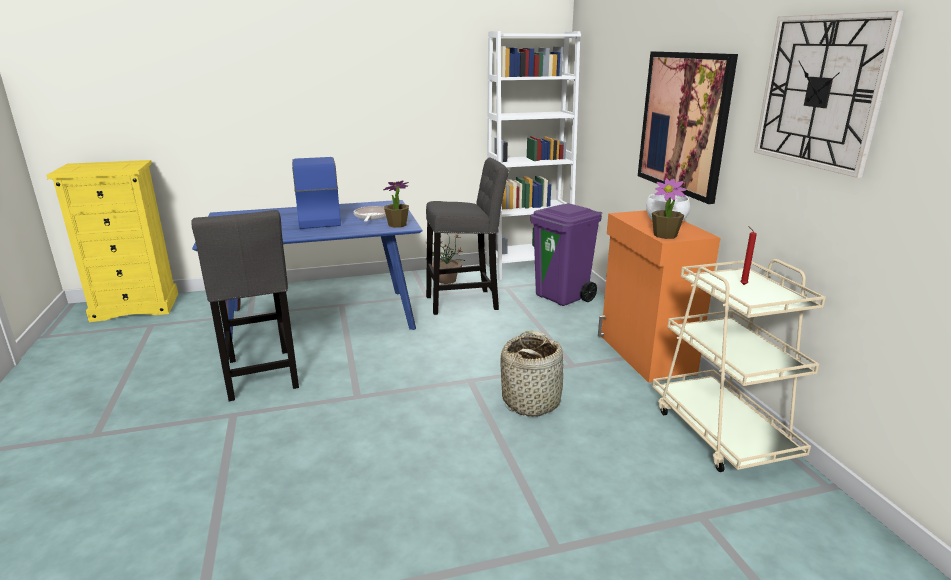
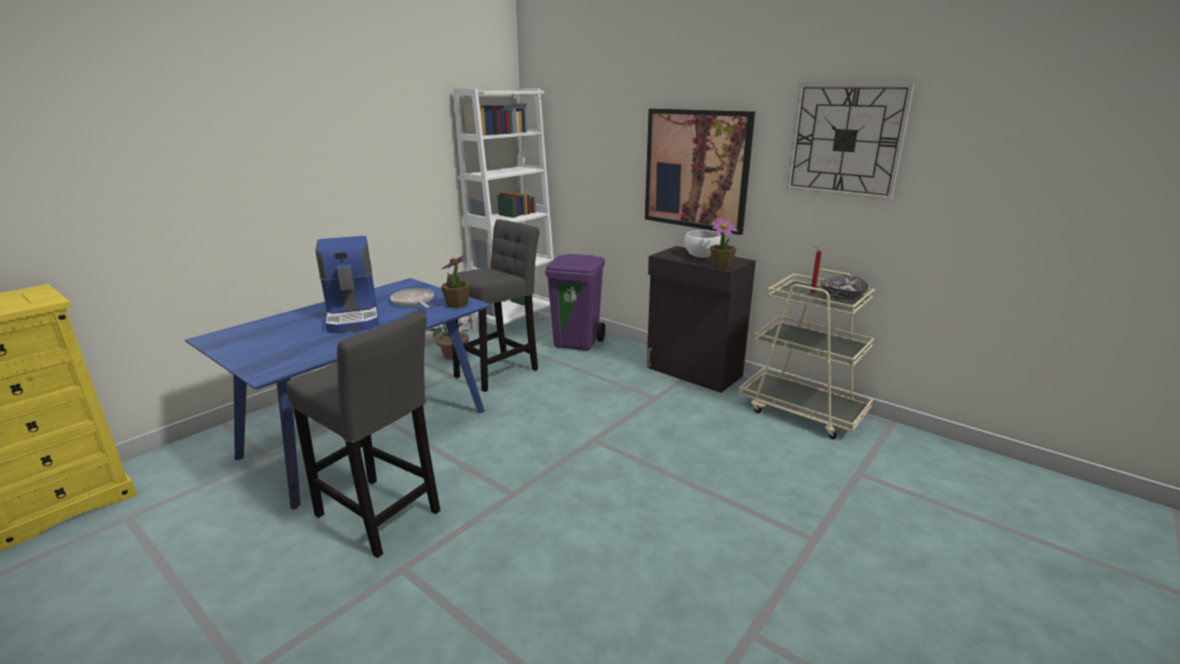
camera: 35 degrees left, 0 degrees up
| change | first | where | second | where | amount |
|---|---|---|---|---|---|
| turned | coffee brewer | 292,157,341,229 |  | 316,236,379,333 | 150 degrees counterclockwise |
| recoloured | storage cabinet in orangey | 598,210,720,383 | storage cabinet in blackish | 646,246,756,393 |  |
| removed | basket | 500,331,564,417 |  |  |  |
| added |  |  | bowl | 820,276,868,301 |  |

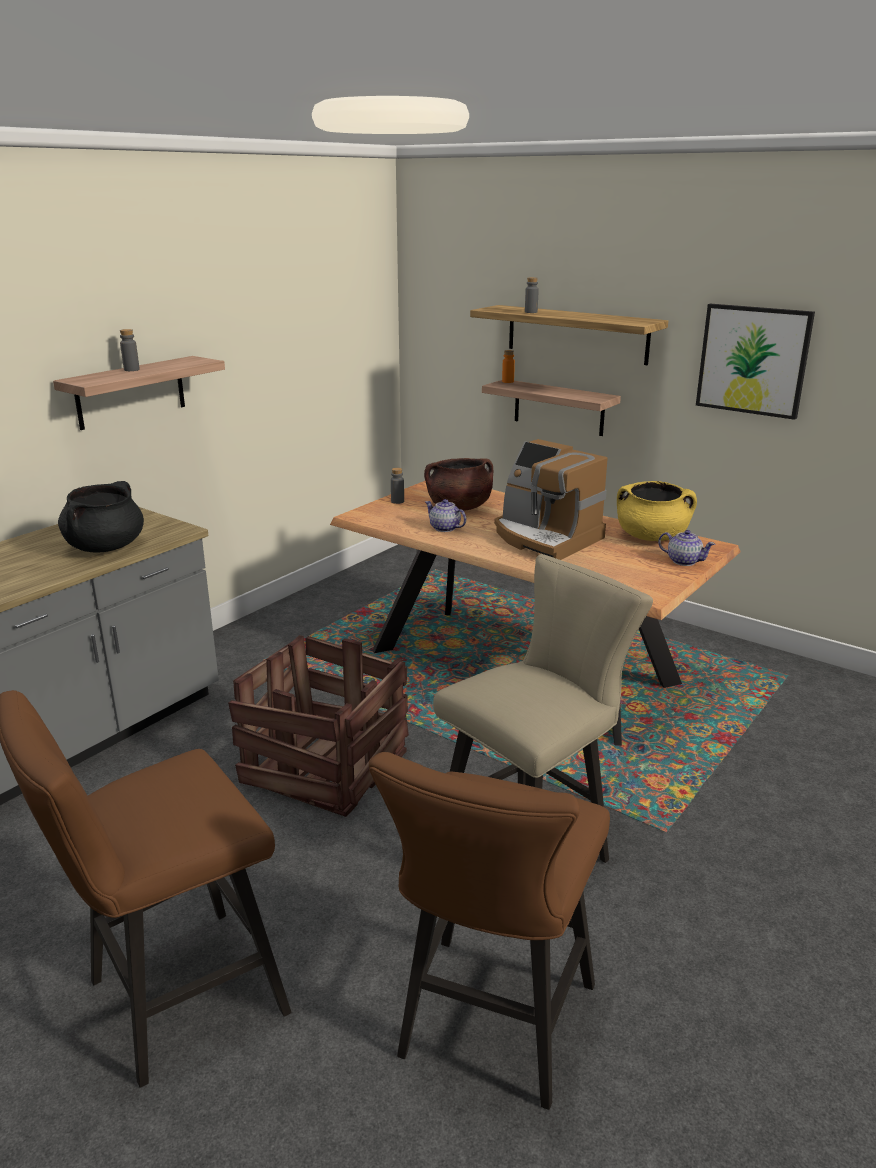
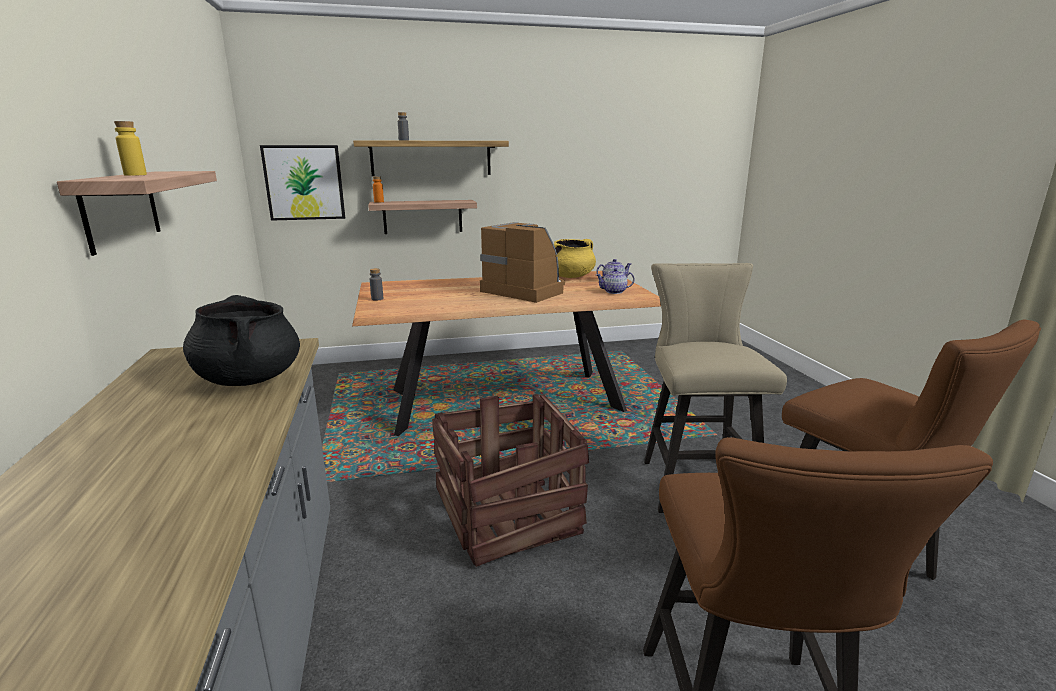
camera: 50 degrees left, 5 degrees down
| change | first | where | second | where | amount |
|---|---|---|---|---|---|
| moved | wall picture | 696,303,815,420 |  | 260,145,345,221 |  |
| recoloured | drink bottle in gray | 120,329,140,371 | drink bottle in yellowish | 114,121,147,176 |  |
| turned | coffee brewer | 494,439,608,560 |  | 480,222,565,303 | 135 degrees counterclockwise |
| removed | saucepot in brown-coloured | 424,458,493,511 |  |  |  |
| moved | tea pot | 425,499,466,532 |  | 596,268,635,294 |  |

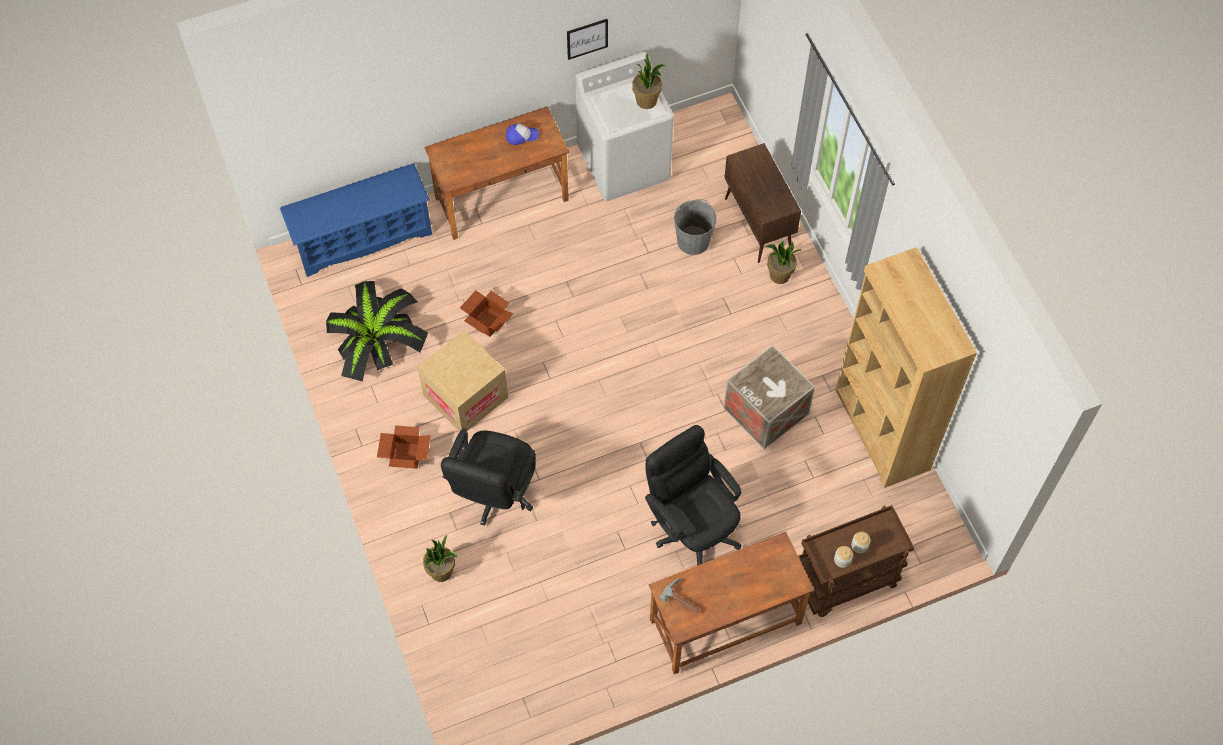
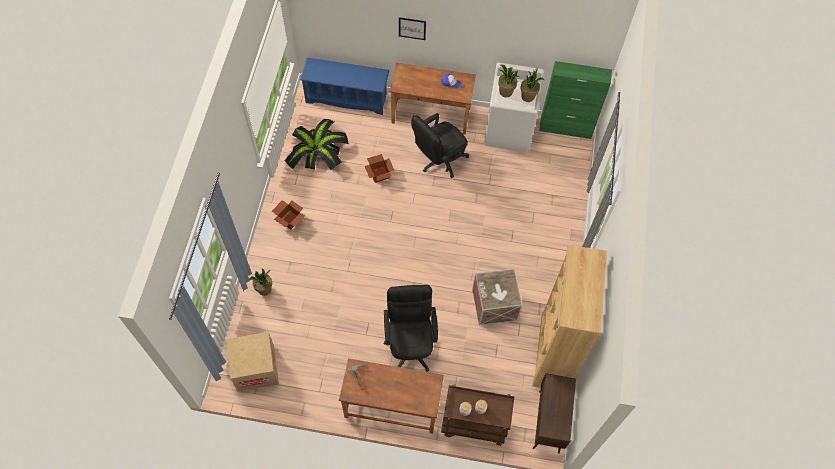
camera: 30 degrees right, 0 degrees up
| change | first | where | second | where | amount |
|---|---|---|---|---|---|
| moved | wall picture | 567,19,608,60 |  | 399,17,426,40 |  |
| moved | storage cabinet in brown-coloured | 724,143,801,263 |  | 533,373,576,454 |  |
| removed | pail in gray | 674,199,717,255 |  |  |  |
| moved | potted plant | 765,241,802,284 |  | 498,65,519,97 |  |
| moved | packing box | 417,330,508,432 |  | 227,332,279,391 |  |
| moved | computer chair in blackish | 441,428,536,526 |  | 411,113,469,178 |  |
| added |  |  | storage cabinet in green | 539,61,612,139 |  |

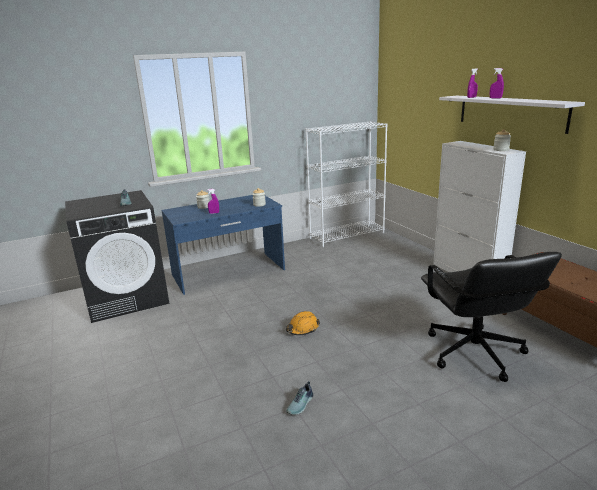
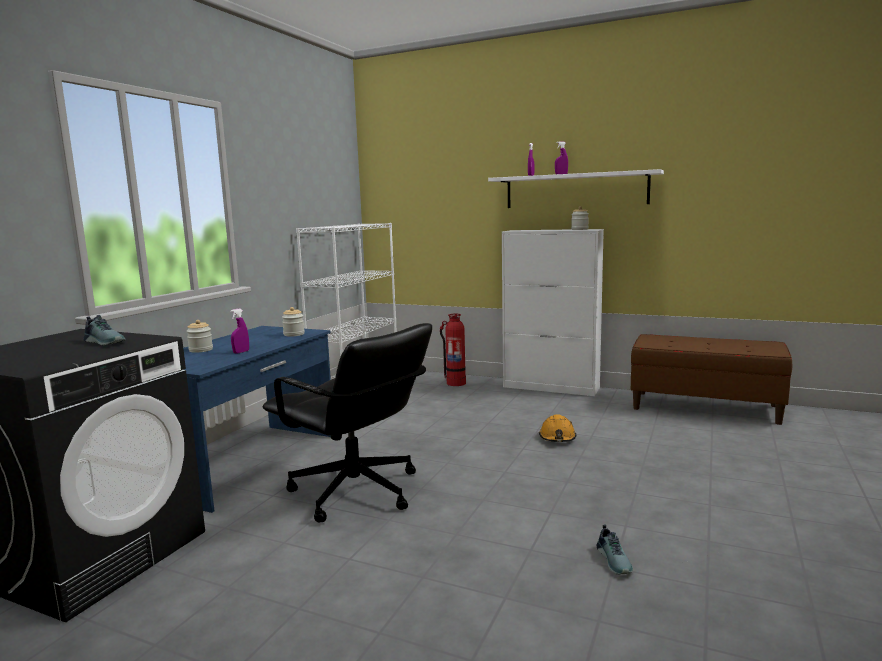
camera: 40 degrees left, 10 degrees down
| change | first | where | second | where | amount |
|---|---|---|---|---|---|
| moved | computer chair in blackish | 421,252,562,382 |  | 263,323,432,523 |  |
| moved | hard hat in orangey | 286,311,320,335 |  | 539,414,576,442 |  |
| added |  |  | extinguisher | 440,313,466,386 |  |

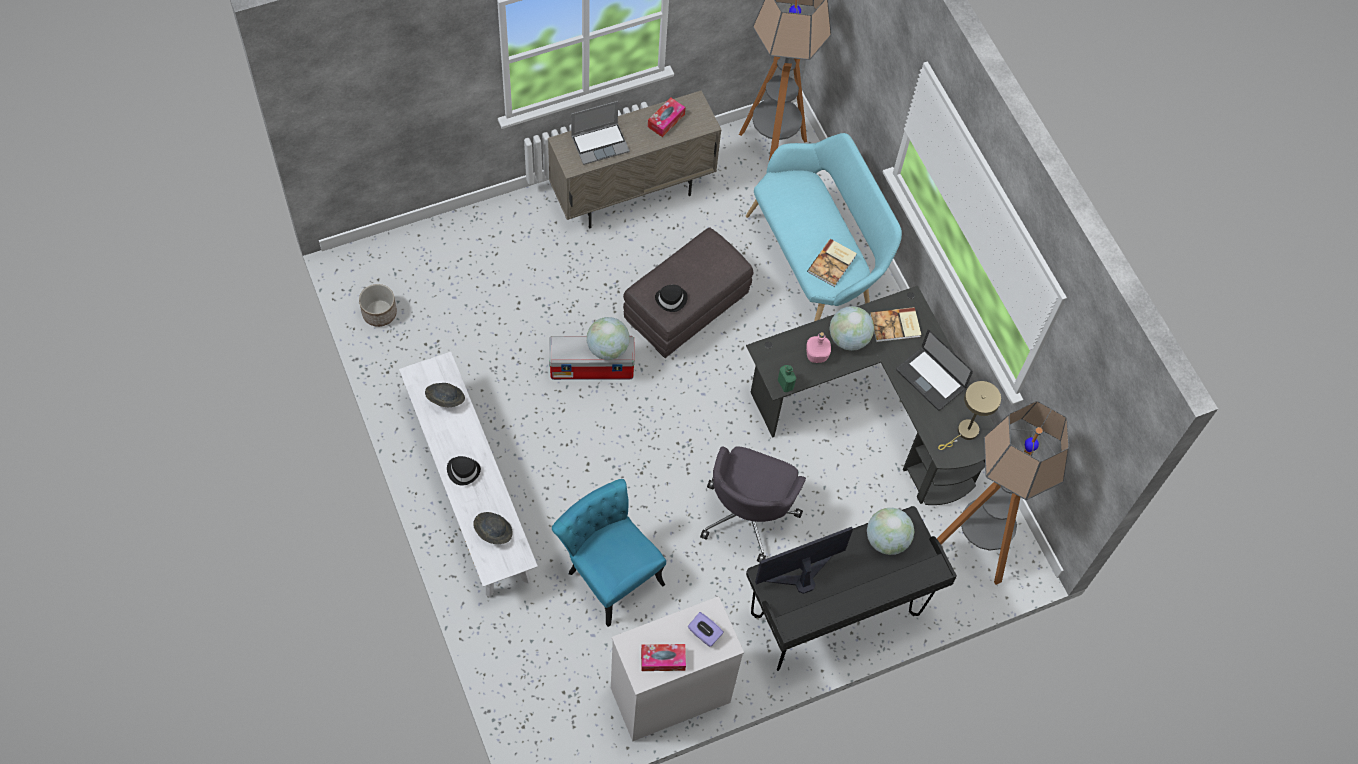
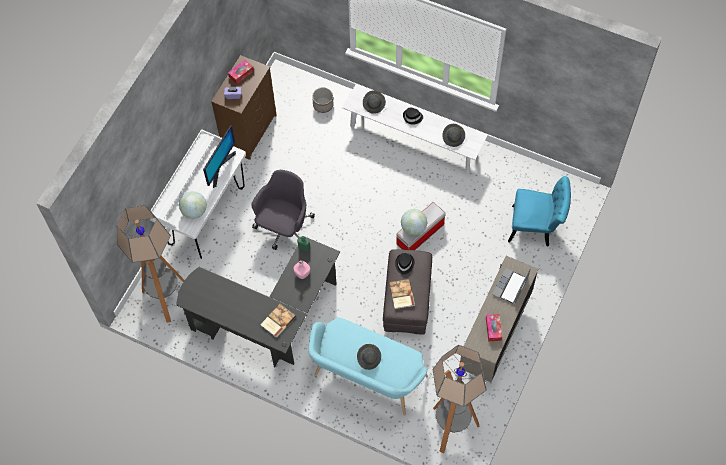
camera: 145 degrees right, 0 degrees up
| change | first | where | second | where | amount |
|---|---|---|---|---|---|
| moved | book | 807,239,857,287 |  | 390,279,415,309 |  |
| moved | flower pot | 359,284,397,327 |  | 312,87,333,113 |  |
| removed | desk globe | 830,306,874,351 |  |  |  |
| removed | laptop | 896,330,973,411 |  |  |  |
| removed | tabletop lamp in beige | 938,381,1001,450 |  |  |  |
| turned | computer chair in gray | 700,446,806,562 |  | 251,170,315,250 | 45 degrees clockwise |
| moved | upright chair in turquoise | 552,479,666,627 |  | 508,176,571,247 |  |
| recoloured | desk in blackish | 746,506,957,671 | desk in whitish | 150,129,246,259 |  |
| recoloured | dresser in whitish | 611,596,744,741 | dresser in brown-coloured | 211,55,277,160 |  |
| added |  |  | hat in gray | 357,344,381,370 |  |

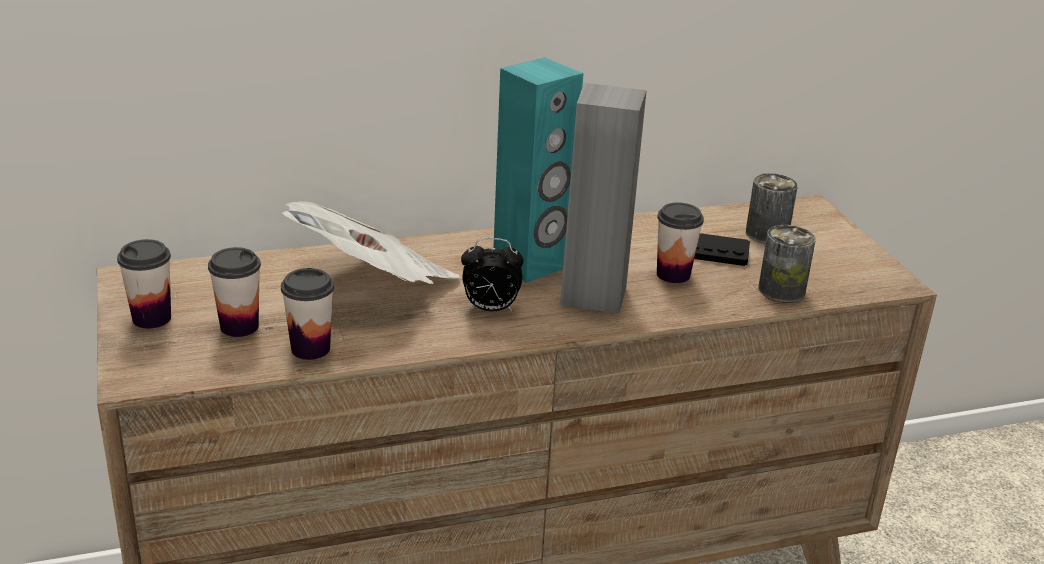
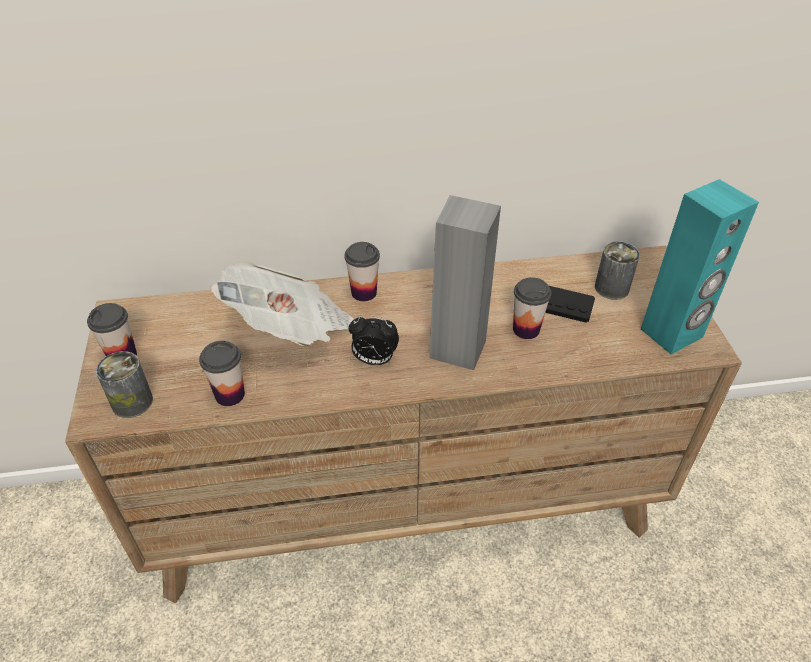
camera: 10 degrees right, 15 degrees up
| change | first | where | second | where | amount |
|---|---|---|---|---|---|
| moved | loudspeaker in turquoise | 493,58,584,283 |  | 641,179,759,354 |  |
| moved | metal can | 758,225,816,303 |  | 96,351,153,418 |  |
| moved | drinking cup | 208,247,261,337 |  | 345,242,380,301 |  |

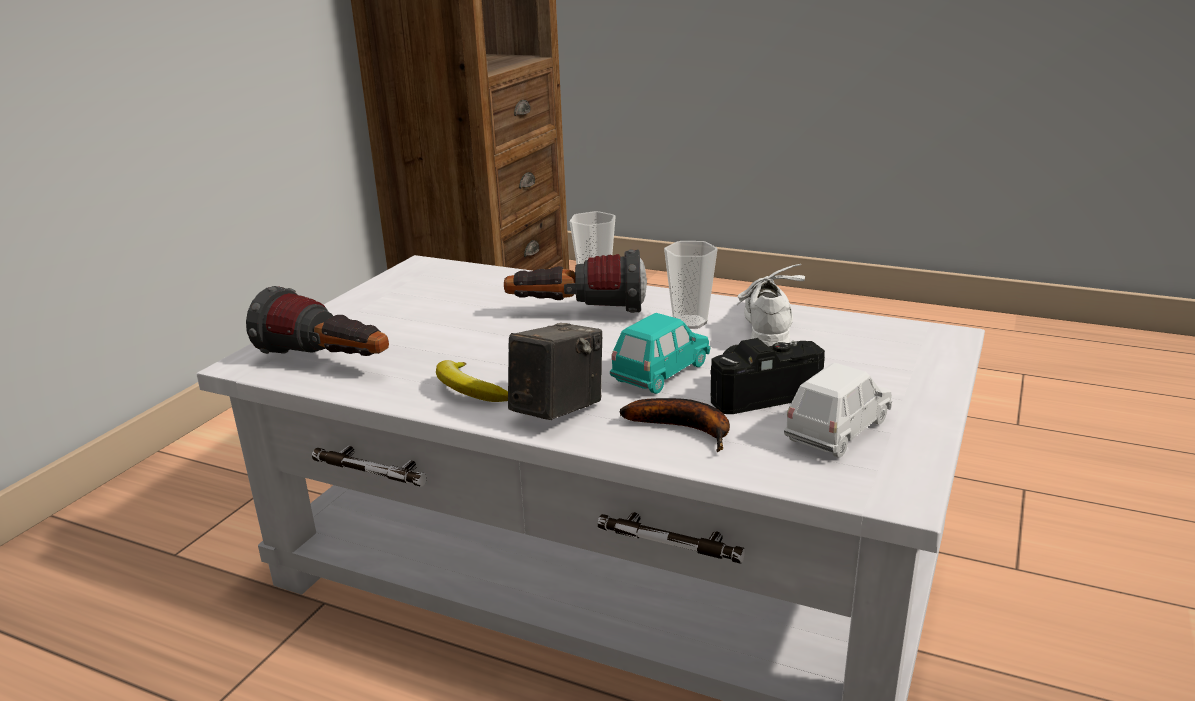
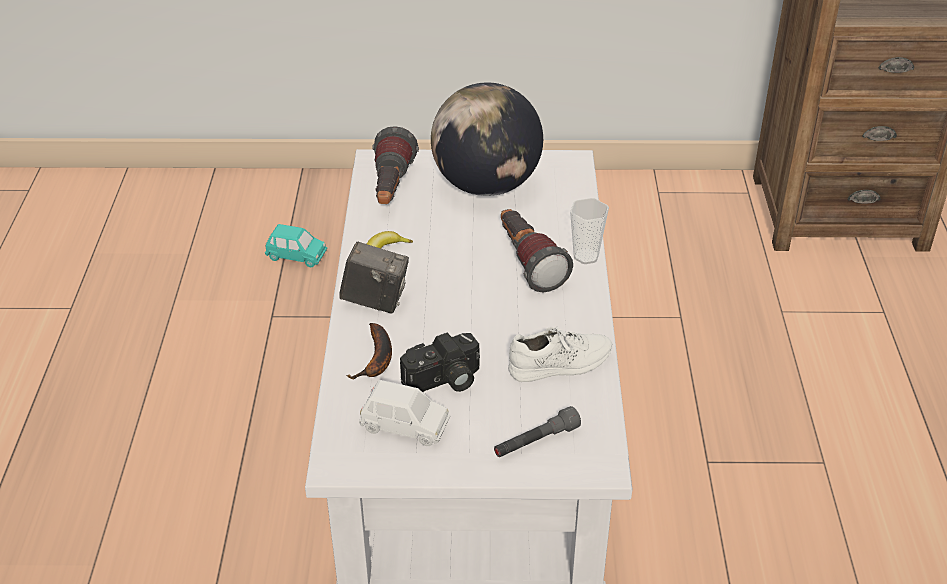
camera: 65 degrees right, 15 degrees up
| change | first | where | second | where | amount |
|---|---|---|---|---|---|
| removed | drinking cup | 664,241,718,329 |  |  |  |
| moved | toy car in turquoise | 610,313,711,394 |  | 265,224,327,267 |  |
| turned | photo camera | 710,338,825,414 |  | 400,333,480,392 | 105 degrees clockwise |
| added |  |  | desk globe | 431,82,543,196 |  |
| added |  |  | torch in gray | 494,406,581,457 |  |

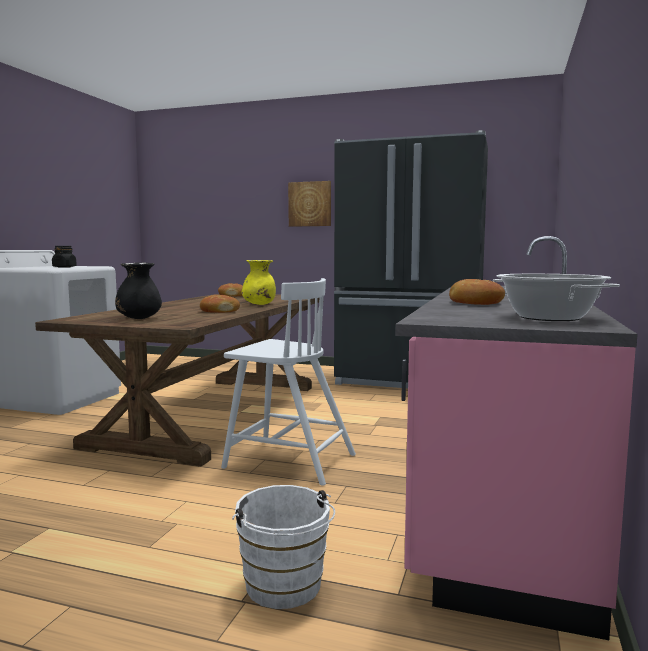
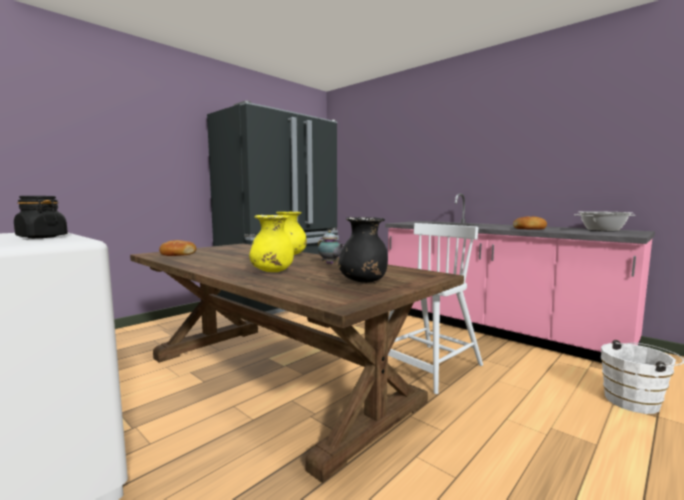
camera: 65 degrees left, 0 degrees up
| change | first | where | second | where | amount |
|---|---|---|---|---|---|
| removed | wall picture | 288,181,331,227 |  |  |  |
| replaced | bakery bread | 200,295,240,313 | tea pot | 318,230,344,264 |  |
| added |  |  | flower vase in yellowish | 249,215,294,272 |  |

